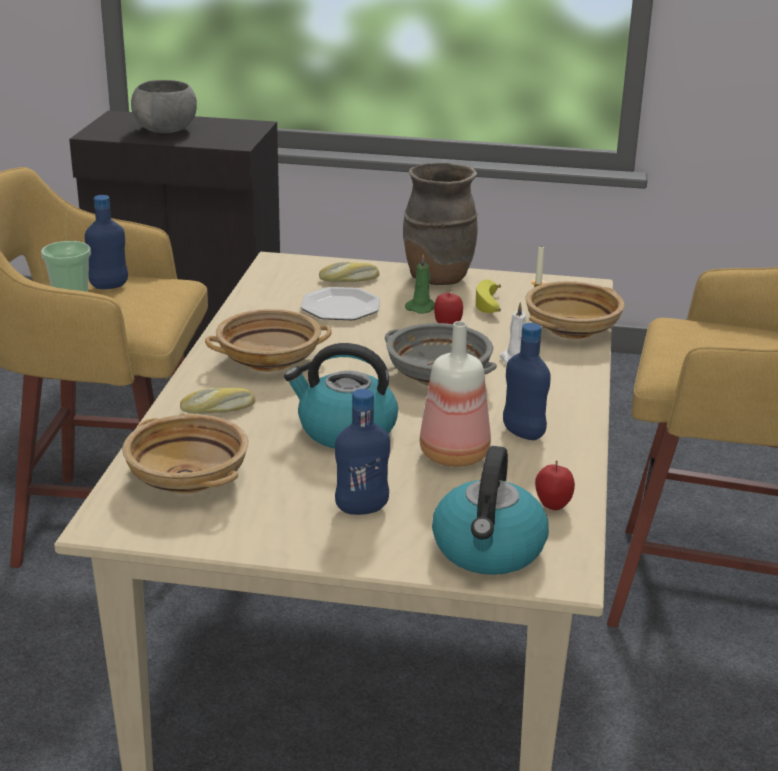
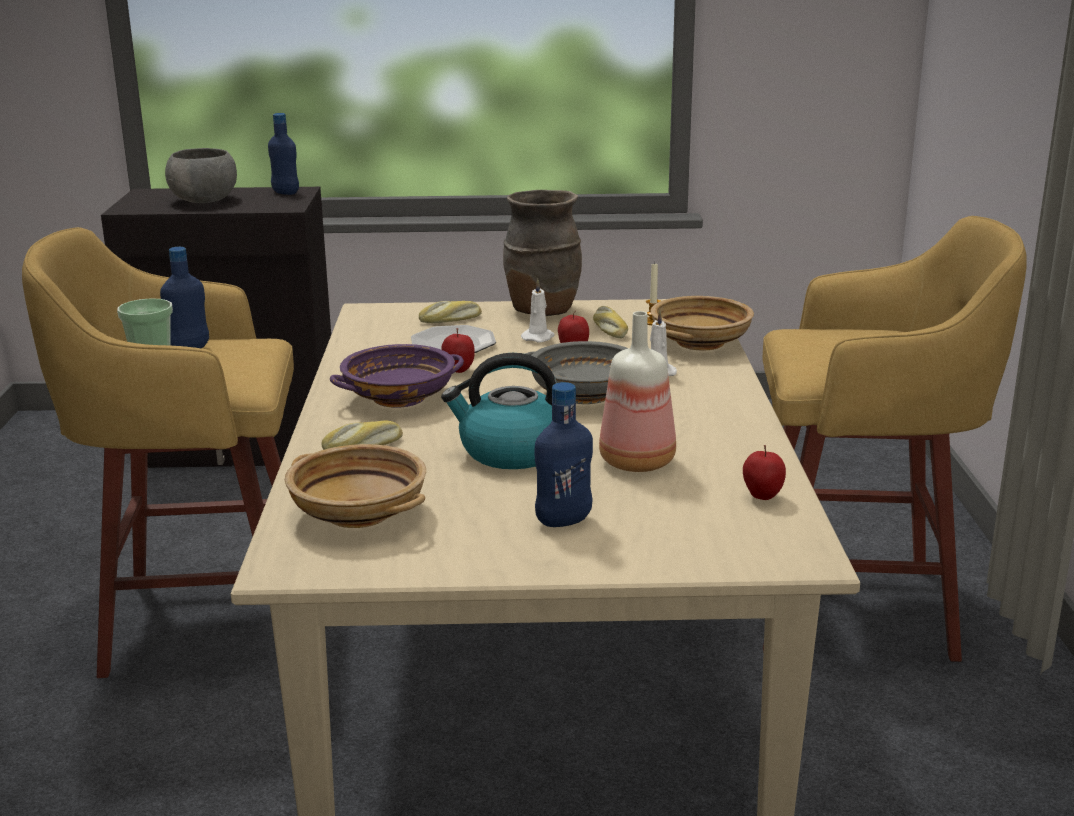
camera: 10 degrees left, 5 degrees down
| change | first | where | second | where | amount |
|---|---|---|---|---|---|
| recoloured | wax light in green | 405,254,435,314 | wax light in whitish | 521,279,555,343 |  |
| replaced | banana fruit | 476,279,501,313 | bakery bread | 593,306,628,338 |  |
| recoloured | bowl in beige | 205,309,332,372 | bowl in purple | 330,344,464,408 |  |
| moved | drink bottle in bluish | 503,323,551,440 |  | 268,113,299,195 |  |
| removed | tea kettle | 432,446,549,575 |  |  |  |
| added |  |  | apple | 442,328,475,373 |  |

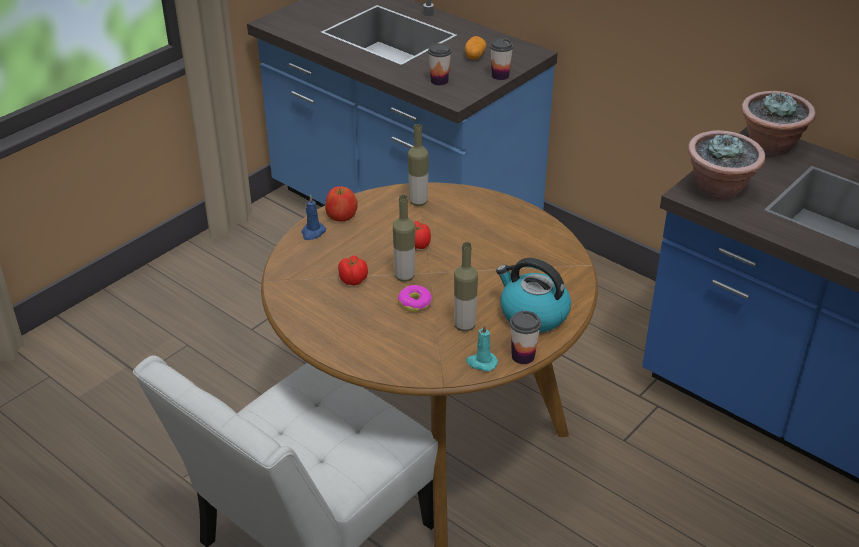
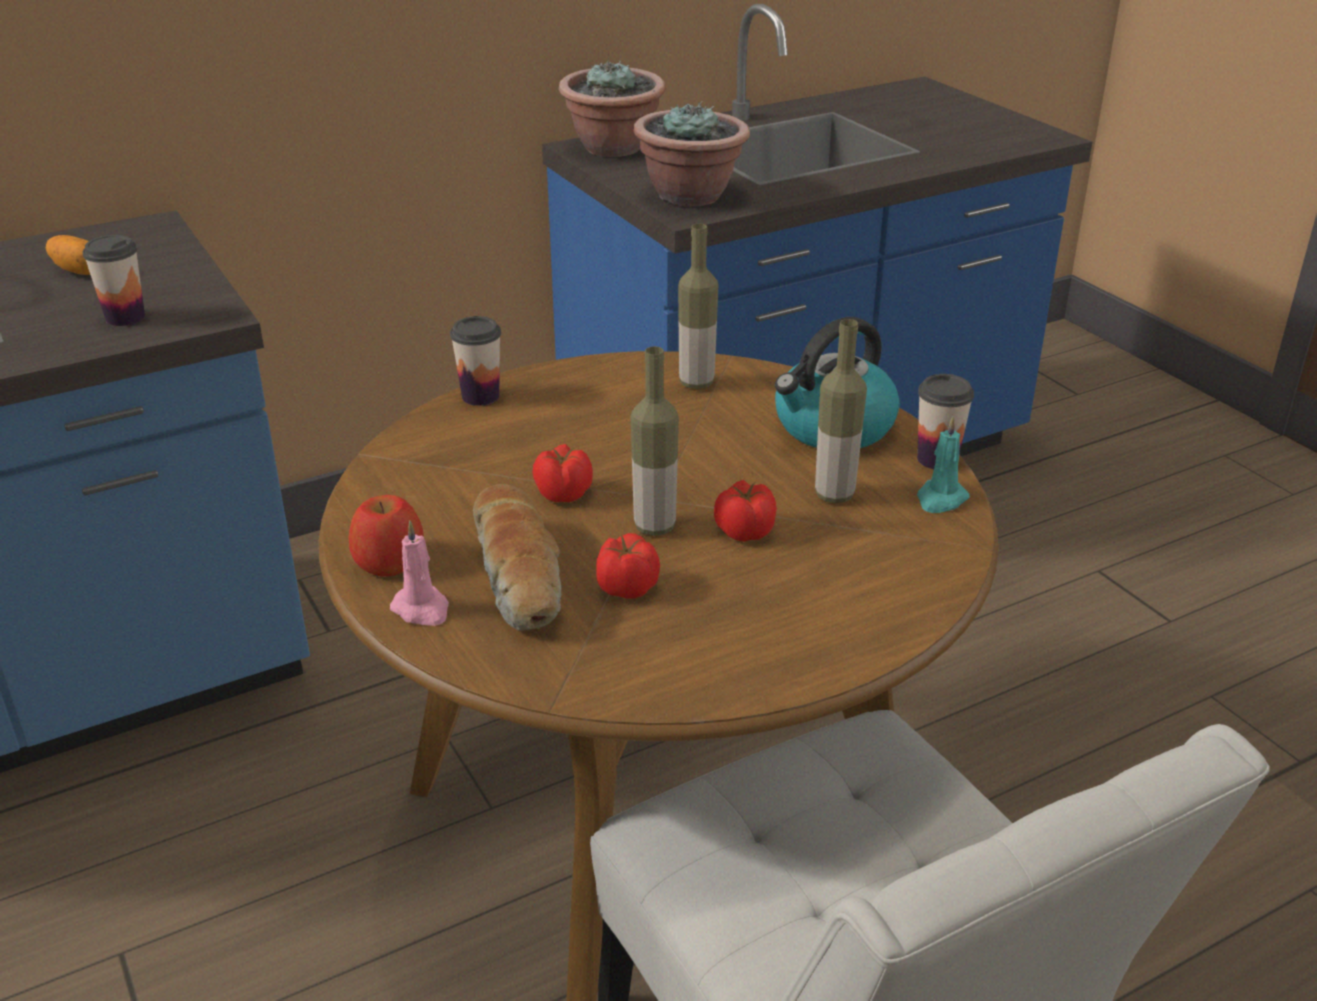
camera: 70 degrees left, 5 degrees down
| change | first | where | second | where | amount |
|---|---|---|---|---|---|
| moved | drinking cup | 490,38,513,80 |  | 450,316,501,406 |  |
| moved | drink bottle | 408,124,429,206 |  | 678,224,719,389 |  |
| recoloured | wax light in bluish | 301,195,326,240 | wax light in pink | 390,520,449,626 |  |
| replaced | ring doughnut | 398,285,432,312 | fresh tomato | 714,480,777,542 |  |
| added |  |  | bakery bread | 473,484,561,631 |  |

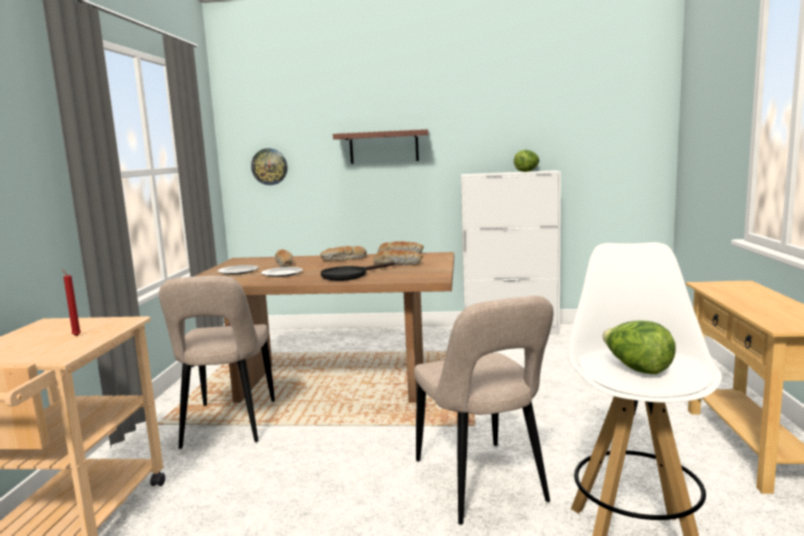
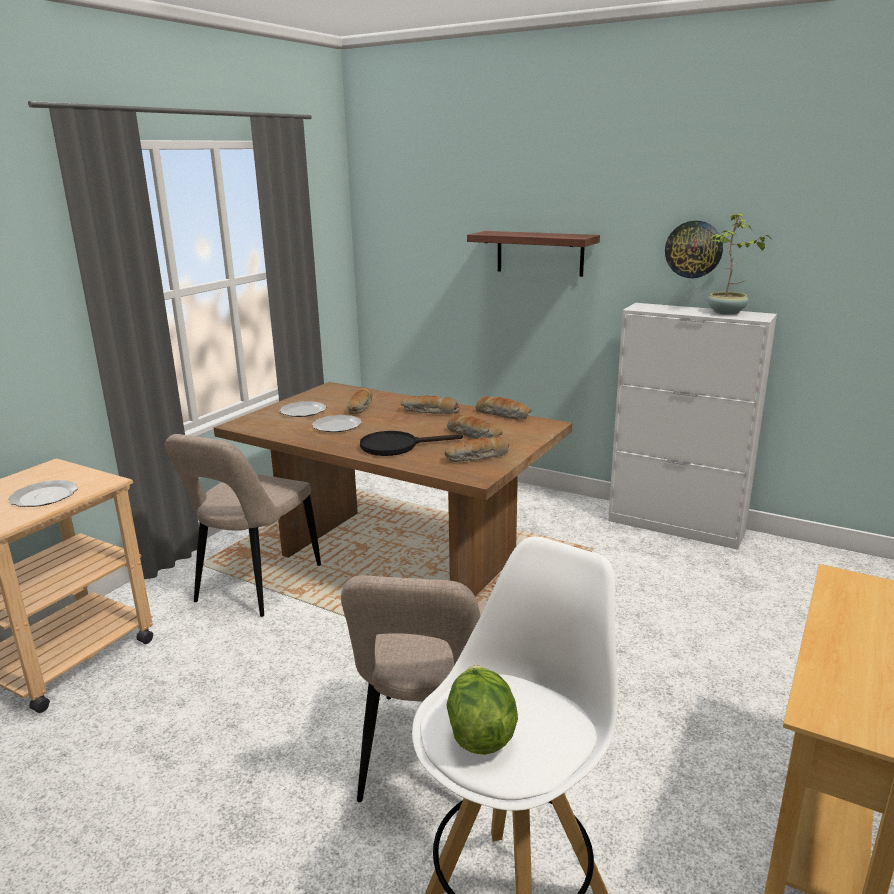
camera: 25 degrees right, 10 degrees up
| change | first | where | second | where | amount |
|---|---|---|---|---|---|
| moved | hanging clock | 251,148,288,185 |  | 665,221,723,278 |  |
| replaced | head of lettuce | 514,149,539,172 | potted plant | 708,213,772,315 |  |
| replaced | wax light in red-coloured | 62,269,81,336 | dinner plate | 8,480,78,507 |  |
| added |  |  | bakery bread | 445,436,509,462 |  |

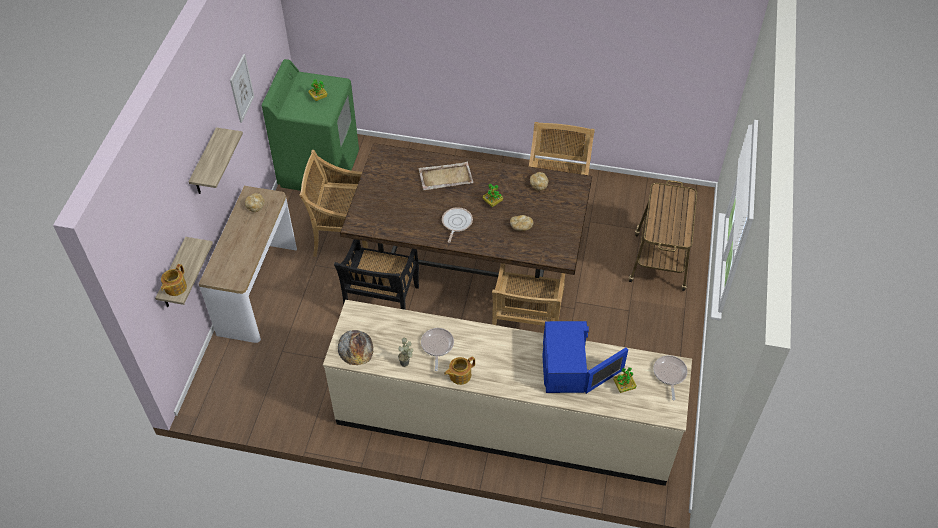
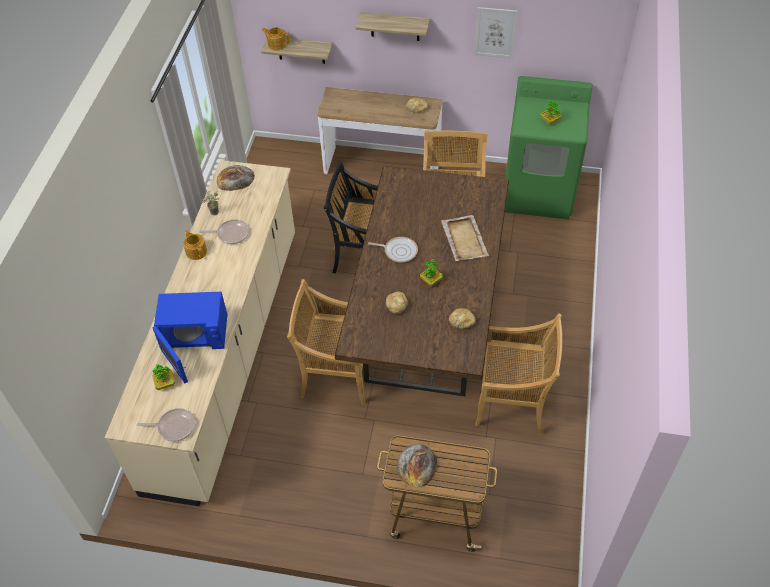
camera: 90 degrees right, 0 degrees up
| change | first | where | second | where | amount |
|---|---|---|---|---|---|
| added |  |  | bakery bread | 397,444,437,487 |  |

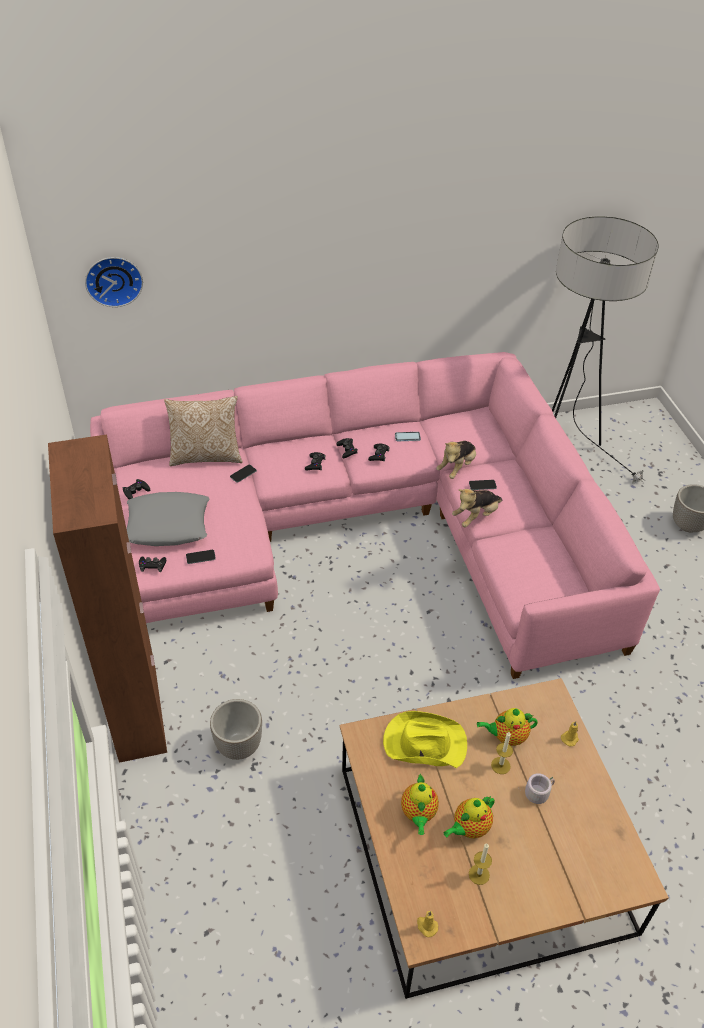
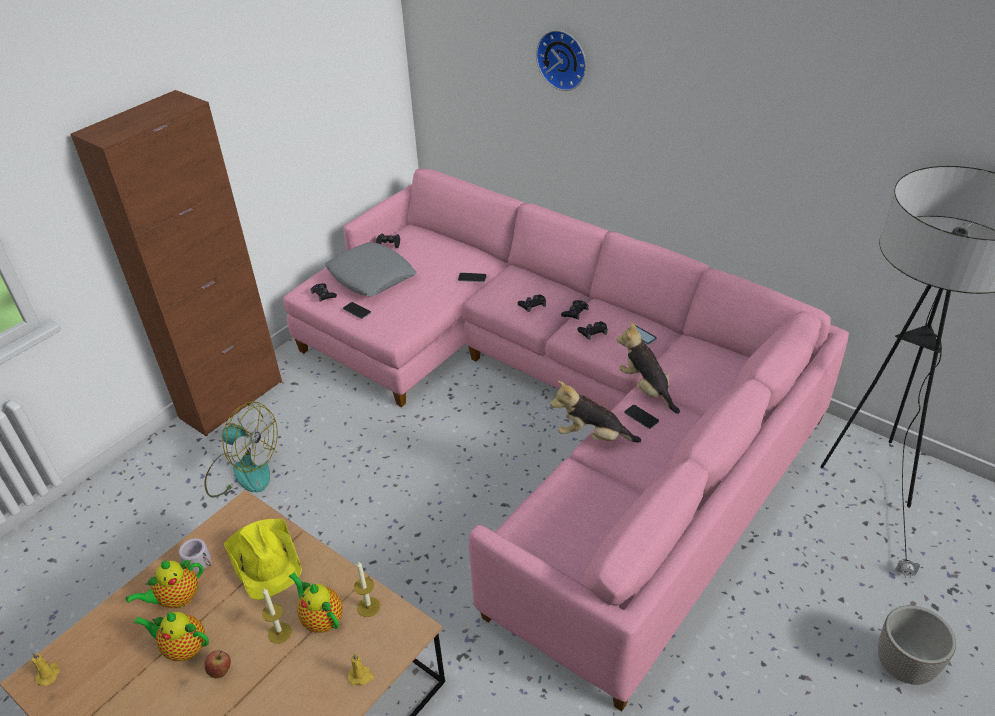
camera: 55 degrees right, 5 degrees down
| change | first | where | second | where | amount |
|---|---|---|---|---|---|
| moved | hanging clock | 85,257,143,307 |  | 536,30,586,91 |  |
| removed | cushion | 164,396,243,466 |  |  |  |
| turned | plush toy | 436,441,476,479 |  | 616,321,680,414 | 60 degrees clockwise |
| replaced | flower pot | 210,699,262,760 | electric fan | 204,401,278,497 |  |
| moved | mug in gray | 519,773,555,804 |  | 179,538,212,572 |  |
| moved | wax light | 469,844,492,885 |  | 354,562,380,617 |  |
| added |  |  | apple | 205,650,231,678 |  |

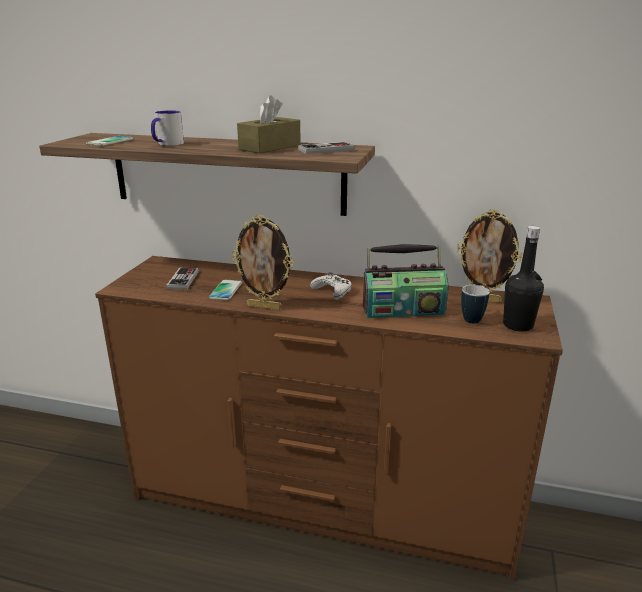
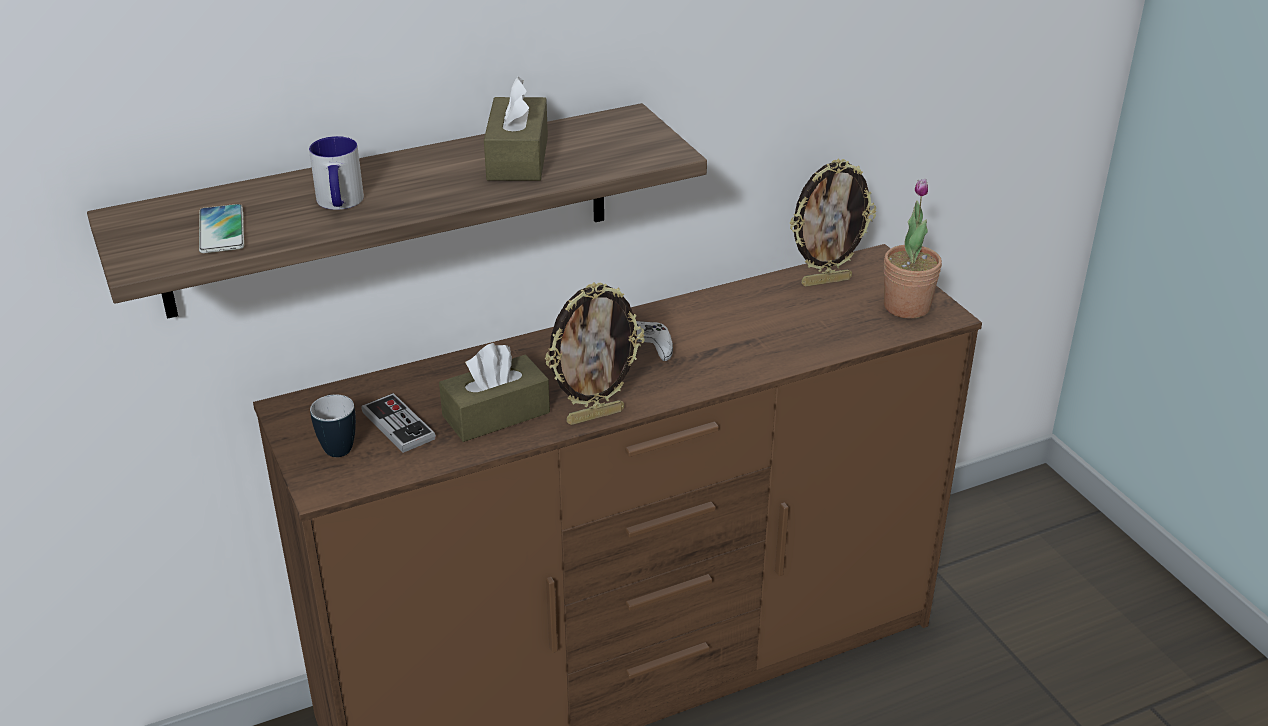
camera: 40 degrees left, 10 degrees up
| change | first | where | second | where | amount |
|---|---|---|---|---|---|
| removed | joypad | 298,142,354,154 |  |  |  |
| replaced | drink bottle in blackish | 503,226,544,332 | potted plant | 884,179,942,319 |  |
| removed | radio set | 363,244,449,318 |  |  |  |
| replaced | handset | 209,279,242,300 | box of tissues in brown-coloured | 439,343,550,442 |  |
| moved | mug | 461,285,490,324 |  | 310,394,356,457 |  |

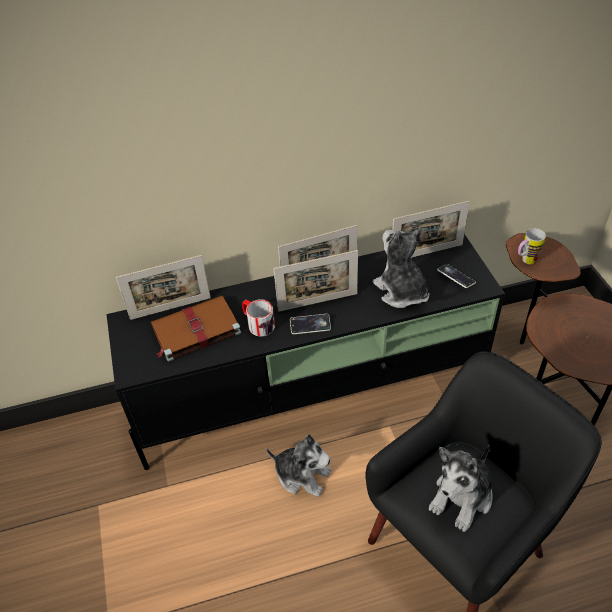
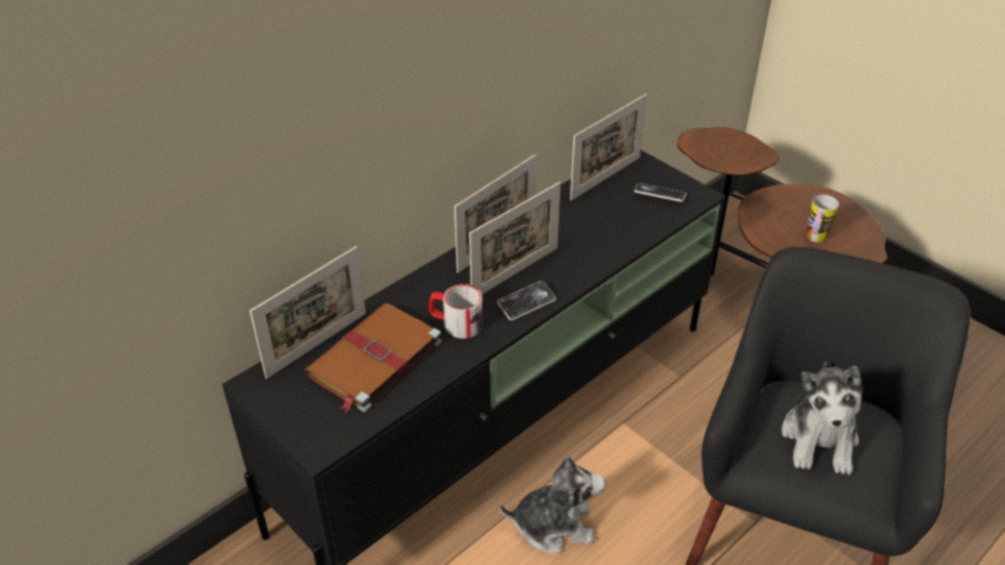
camera: 30 degrees left, 5 degrees down
| change | first | where | second | where | amount |
|---|---|---|---|---|---|
| removed | plush toy | 373,228,430,308 |  |  |  |
| moved | mug | 518,228,546,264 |  | 807,194,839,243 |  |

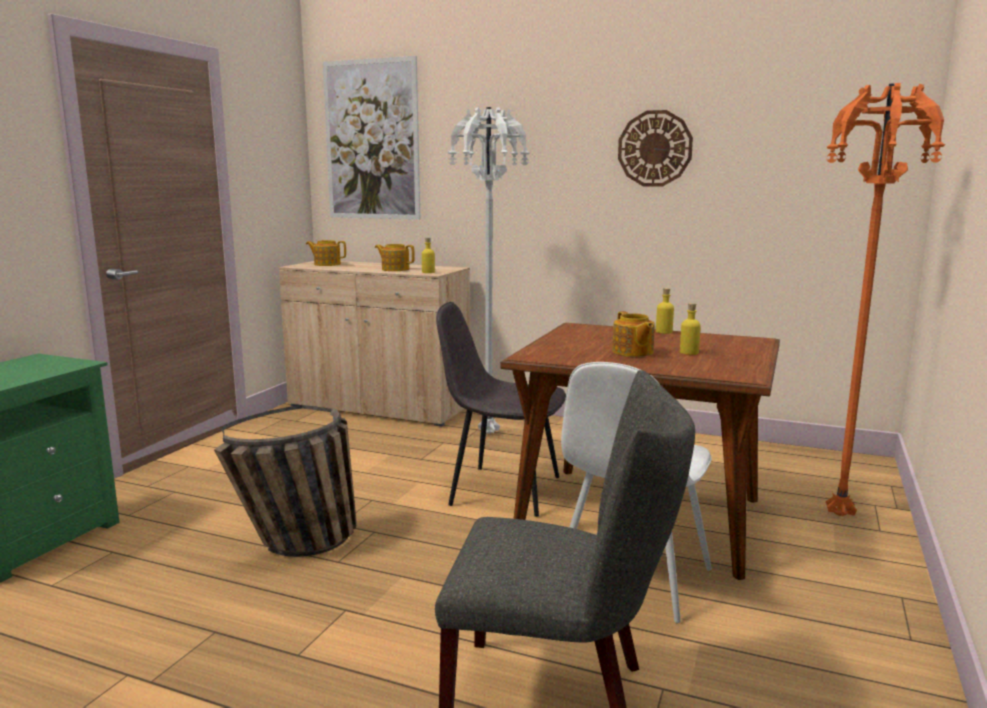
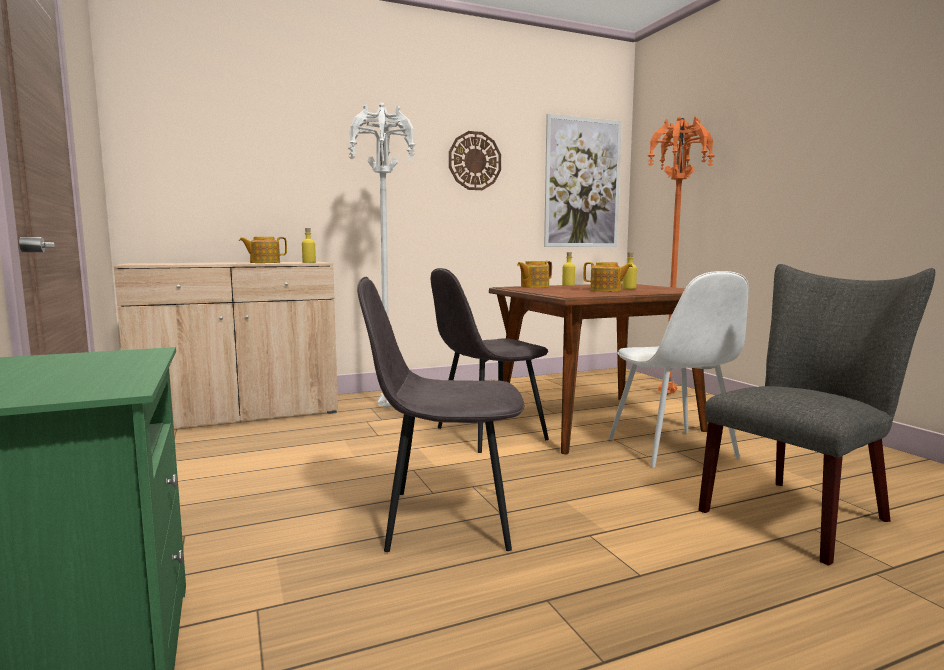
camera: 45 degrees left, 5 degrees down
| change | first | where | second | where | amount |
|---|---|---|---|---|---|
| moved | wall picture | 323,56,420,220 |  | 544,114,622,247 |  |
| moved | tea pot | 306,240,346,266 |  | 517,261,552,288 |  |
| replaced | basket | 214,405,357,557 | upright chair in gray | 357,277,524,552 |  |

